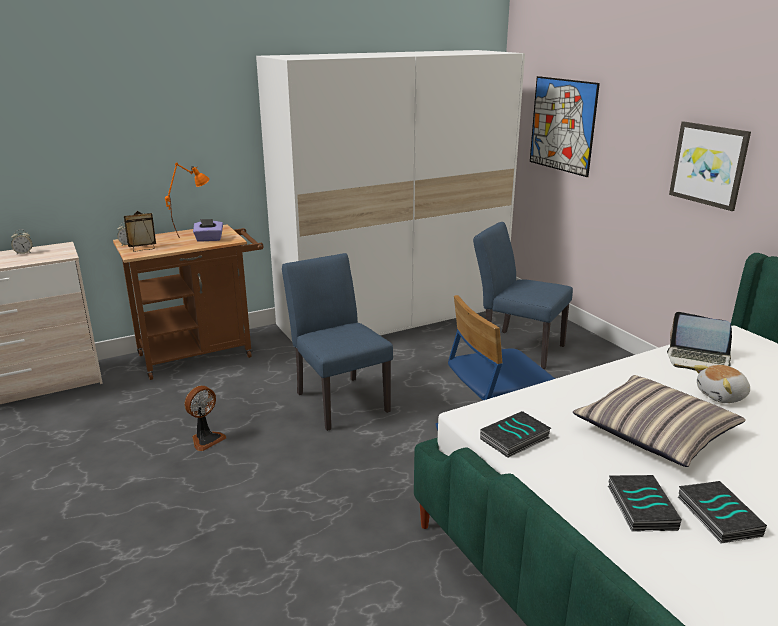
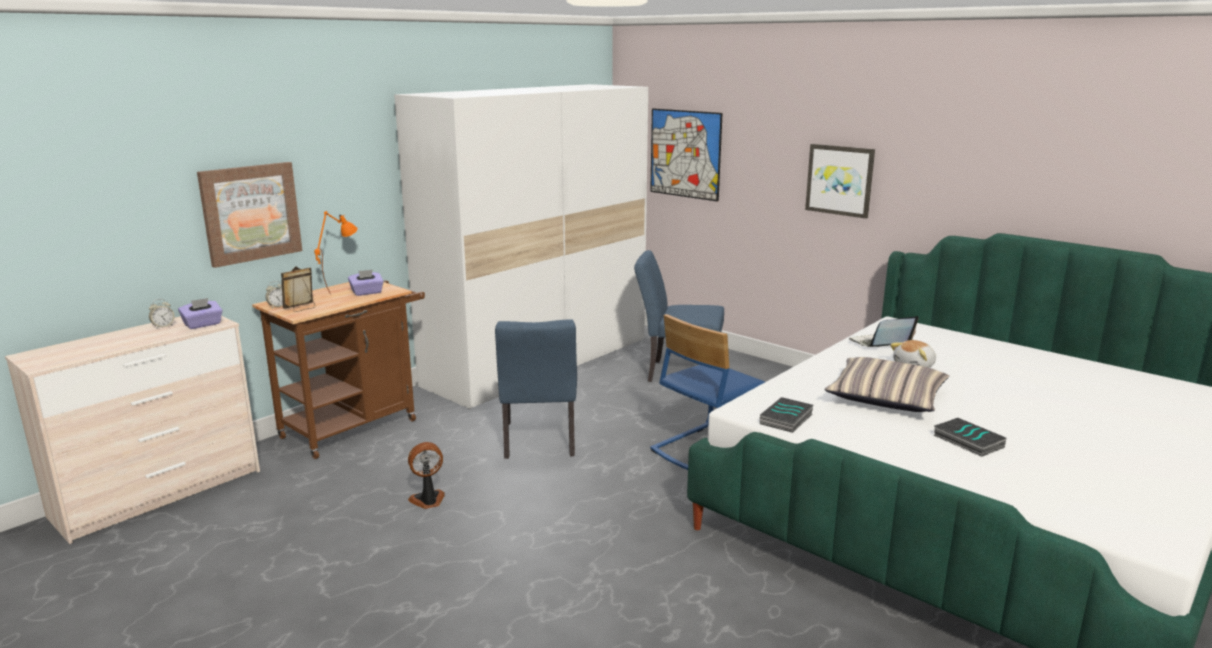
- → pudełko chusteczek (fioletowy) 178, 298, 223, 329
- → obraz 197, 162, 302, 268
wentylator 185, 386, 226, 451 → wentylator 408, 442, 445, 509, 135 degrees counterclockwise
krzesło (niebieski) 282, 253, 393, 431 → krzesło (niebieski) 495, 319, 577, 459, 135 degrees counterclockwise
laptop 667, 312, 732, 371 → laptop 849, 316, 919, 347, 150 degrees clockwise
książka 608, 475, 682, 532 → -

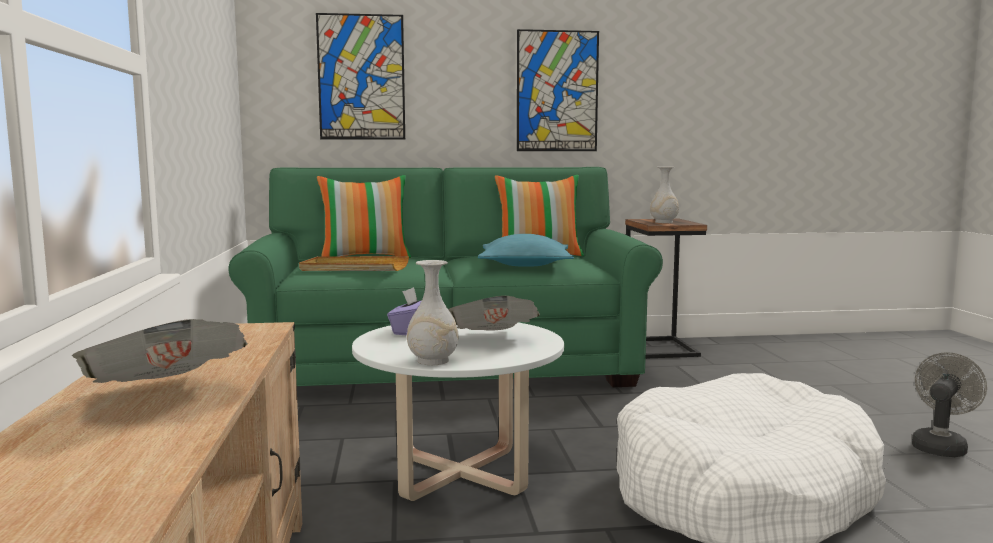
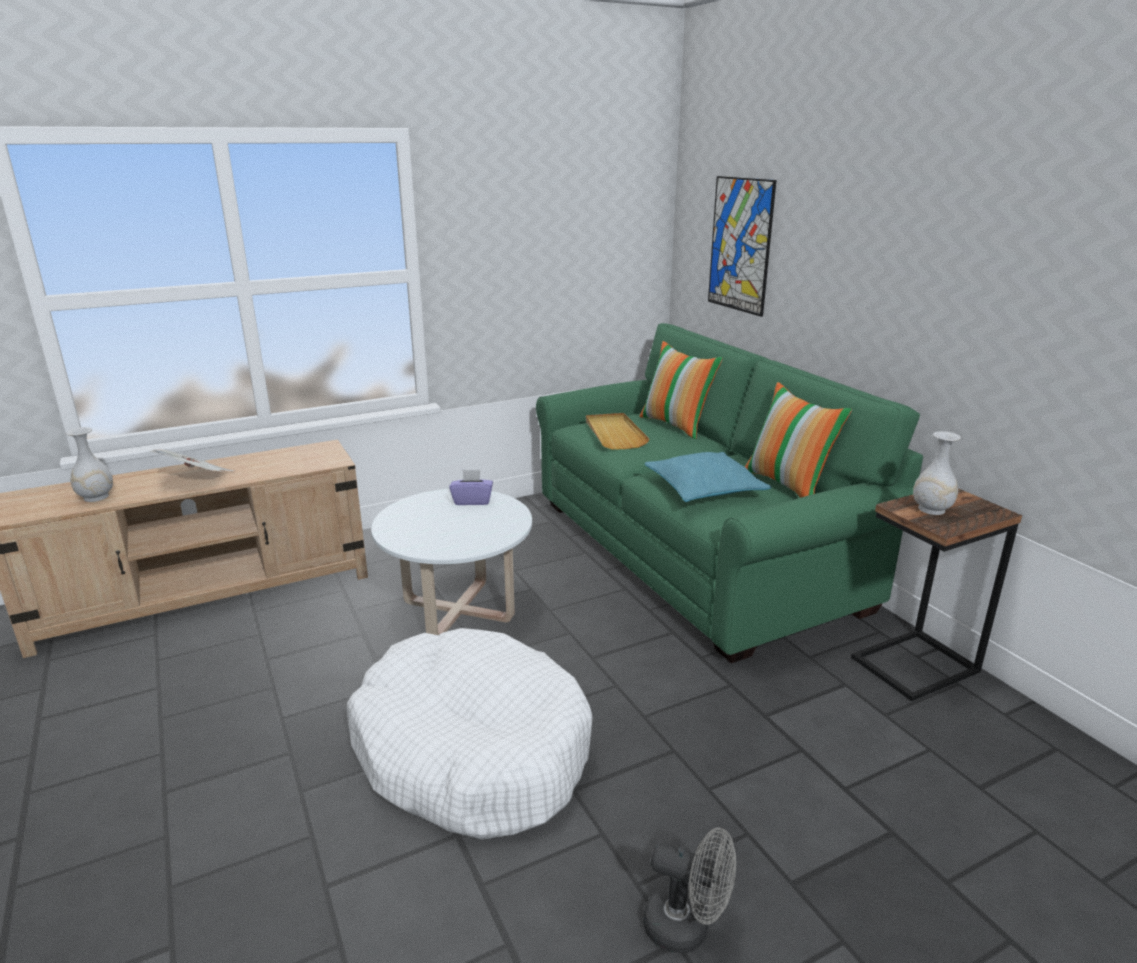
wazon (biały) 407, 260, 458, 365 → wazon (biały) 66, 427, 113, 502, moved
gazeta 448, 296, 540, 331 → -
obraz 517, 29, 599, 151 → -

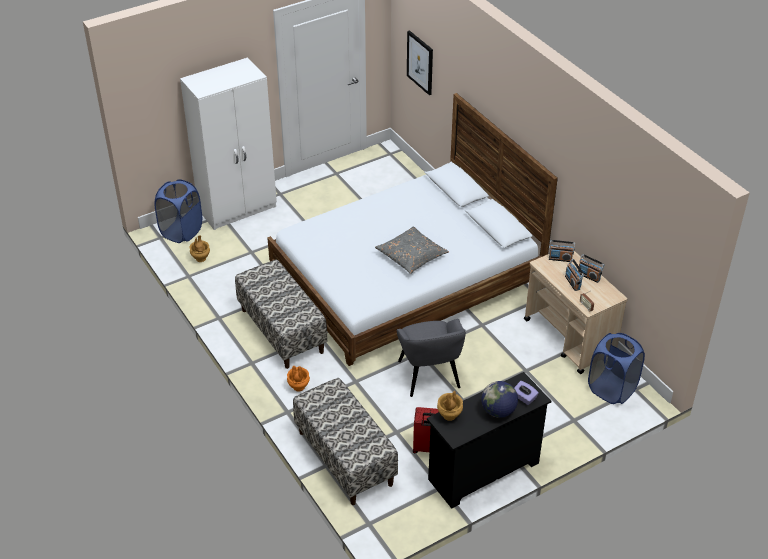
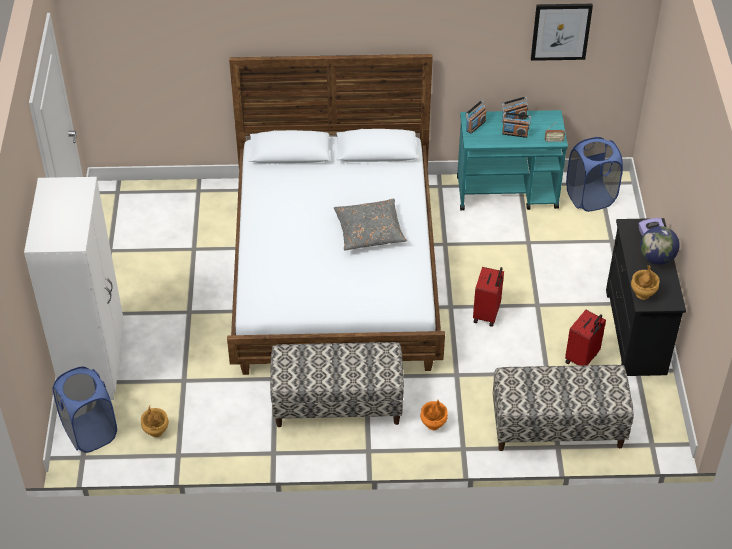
wózek (beżowy) 524, 250, 628, 374 → wózek (turkusowy) 457, 110, 568, 210
fotel (szary) 397, 319, 466, 397 → walizka (czerwony) 473, 267, 504, 327
obraz 407, 30, 433, 95 → obraz 531, 4, 593, 61, moved

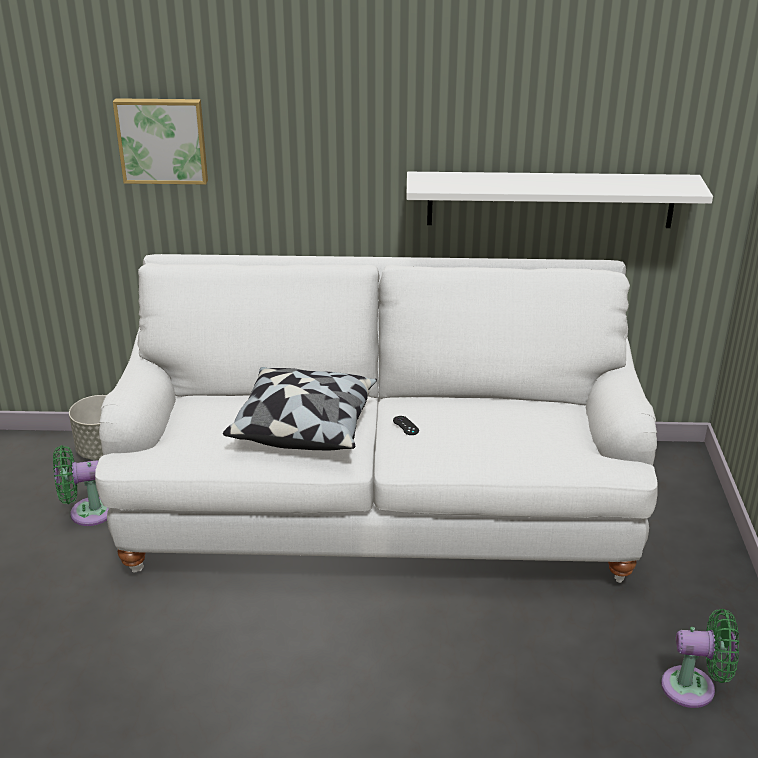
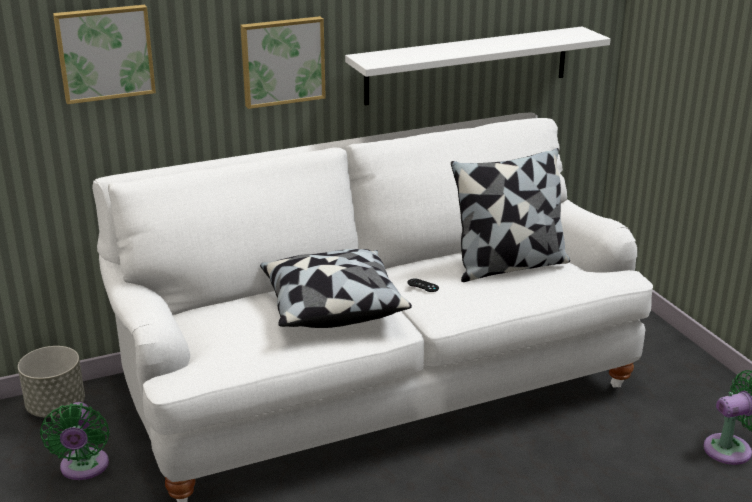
wentylator (zielony) 53, 445, 109, 526 → wentylator (zielony) 40, 402, 109, 480, 60 degrees counterclockwise
- → obraz 240, 16, 326, 109
- → poduszka 451, 148, 570, 282

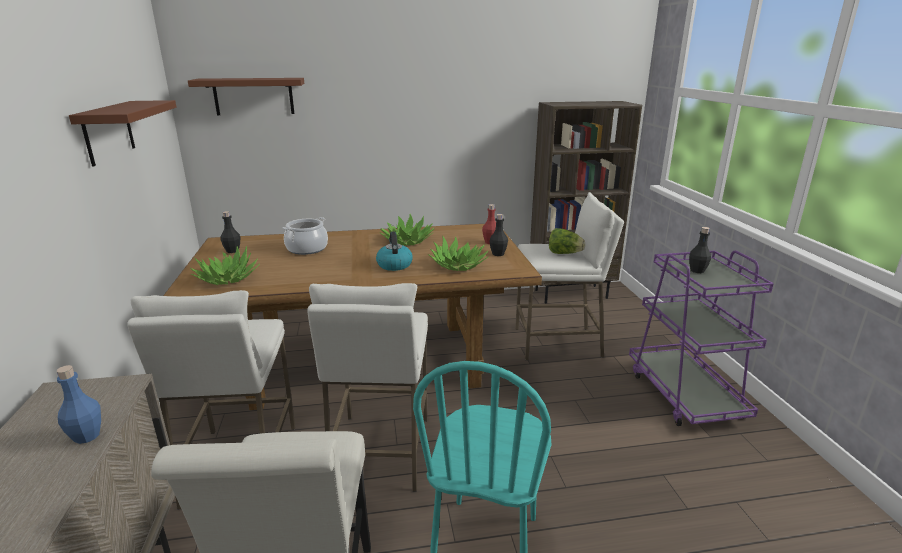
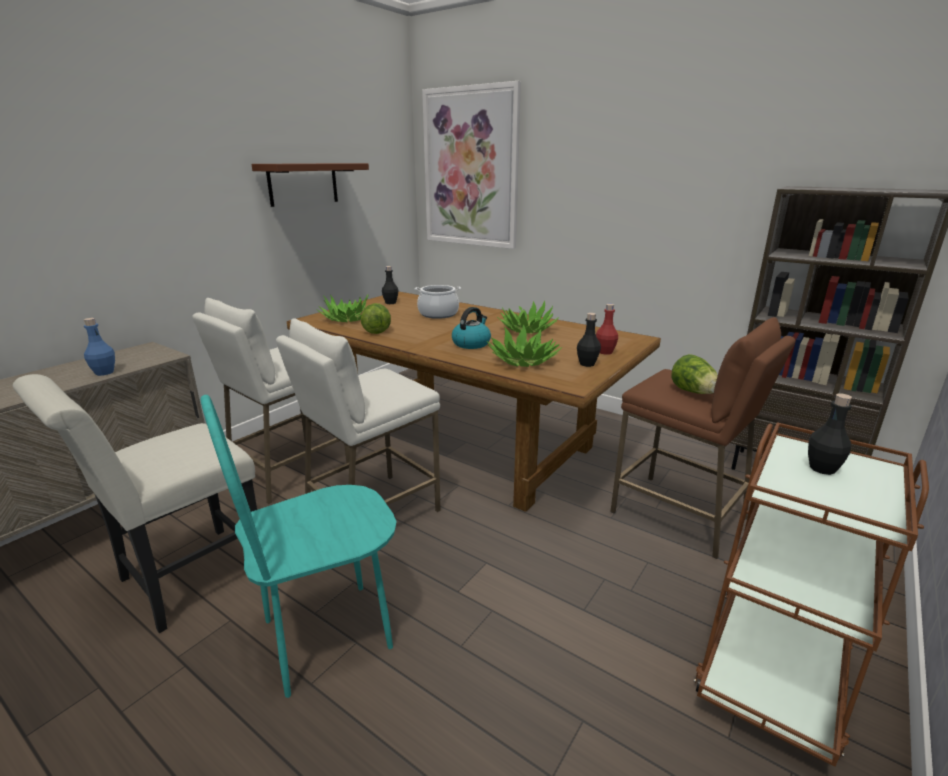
- → sałata 361, 303, 391, 334
półka (brązowy) 188, 78, 304, 115 → obraz 422, 81, 521, 249
stołek (biały) 515, 192, 624, 360 → stołek (brązowy) 610, 317, 795, 559
wózek (fioletowy) 629, 250, 774, 426 → wózek (brązowy) 694, 422, 929, 767

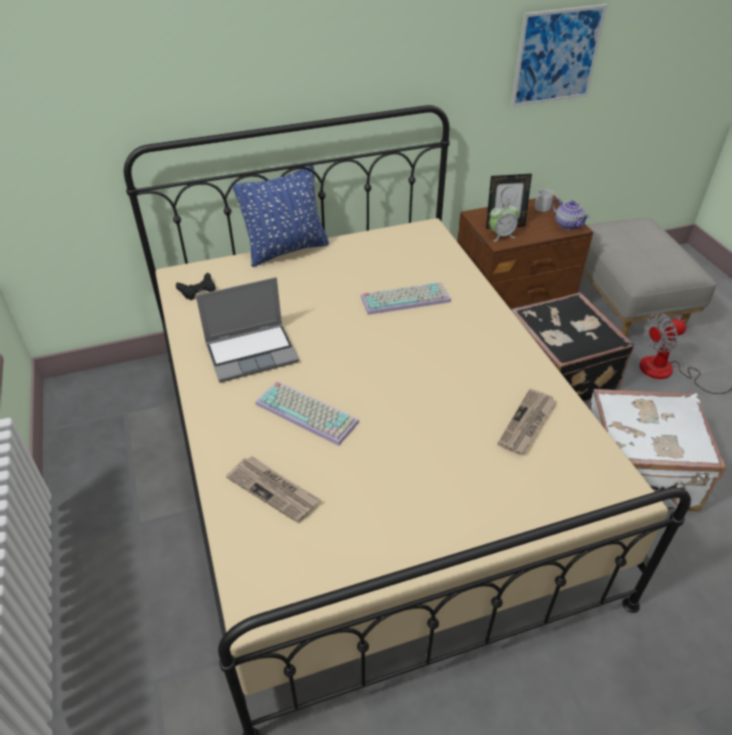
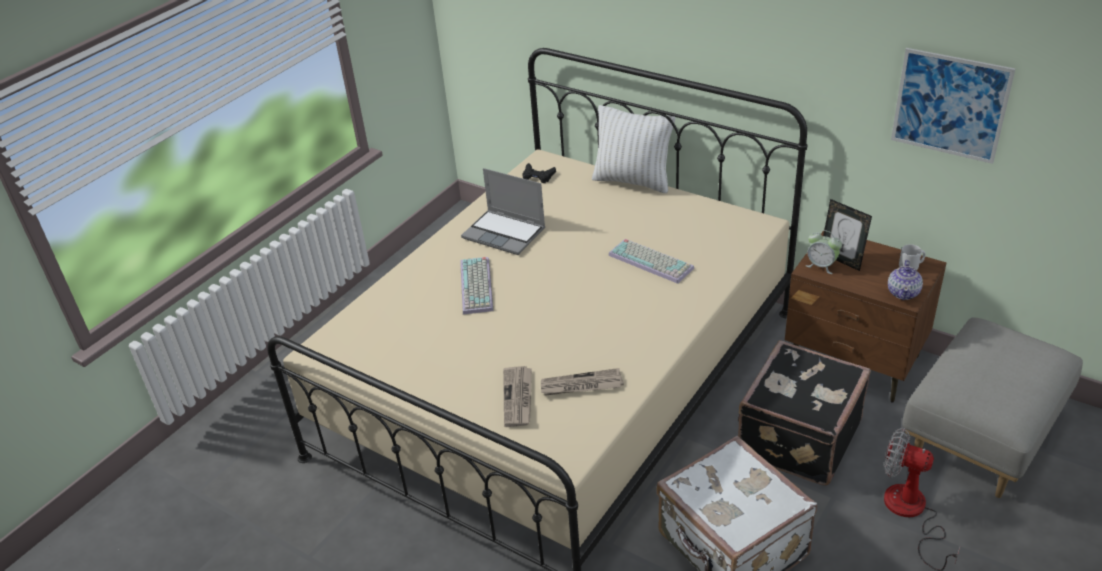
gazeta 226, 456, 320, 523 → gazeta 503, 366, 532, 427, moved
poduszka (niebieski) 233, 165, 329, 267 → poduszka (biały) 592, 105, 675, 193

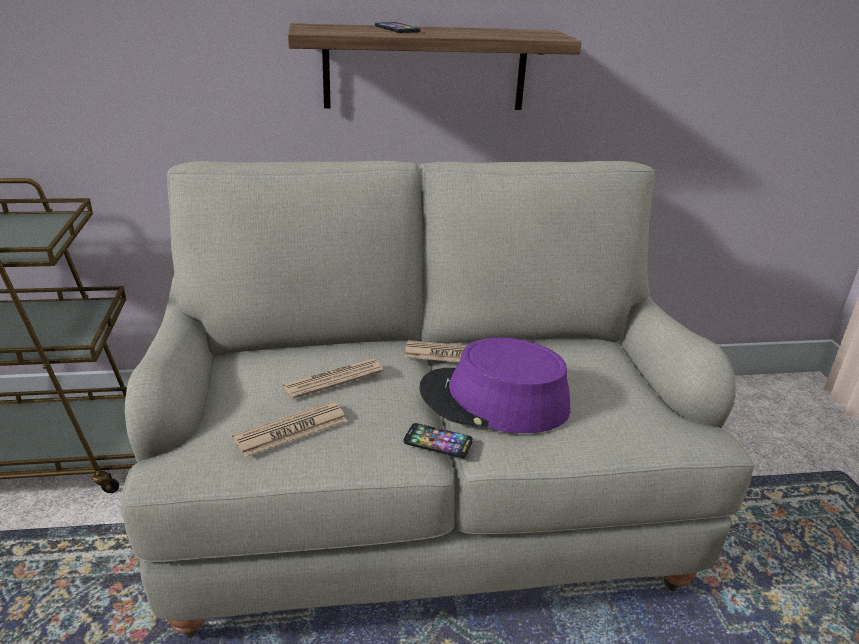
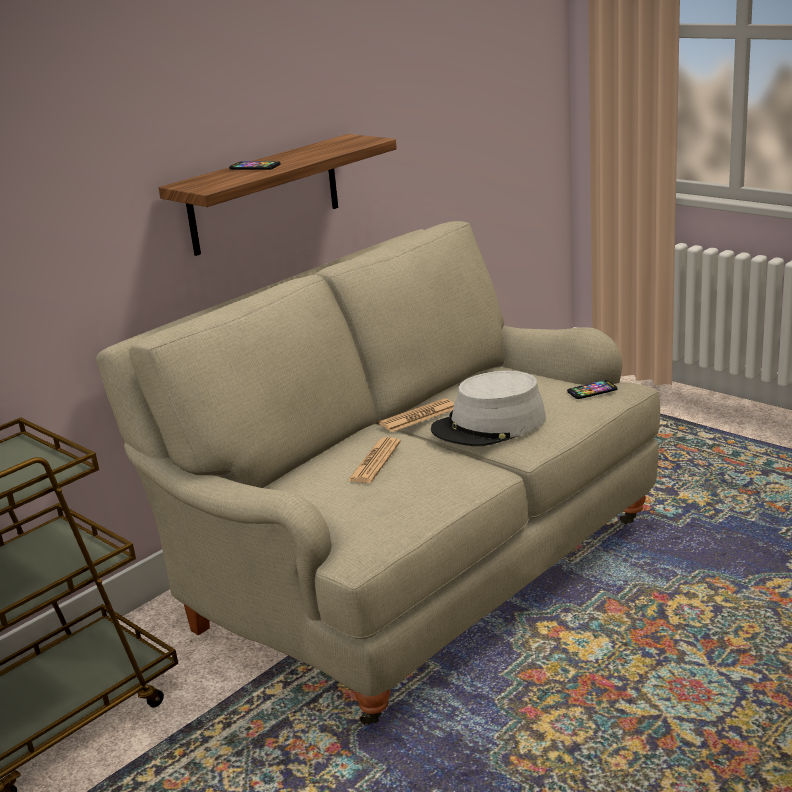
kapelusz (fioletowy) 419, 338, 570, 433 → kapelusz (szary) 431, 371, 546, 446
telefon 403, 423, 473, 458 → telefon 567, 380, 617, 399, moved
gazeta 232, 401, 347, 457 → -

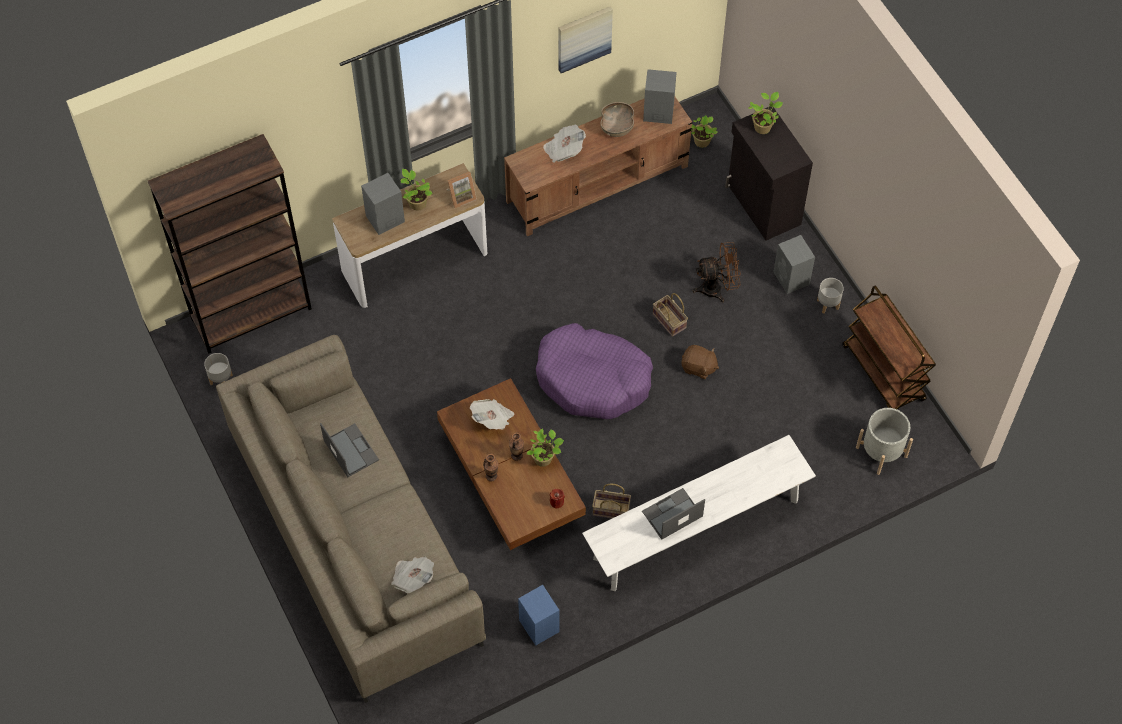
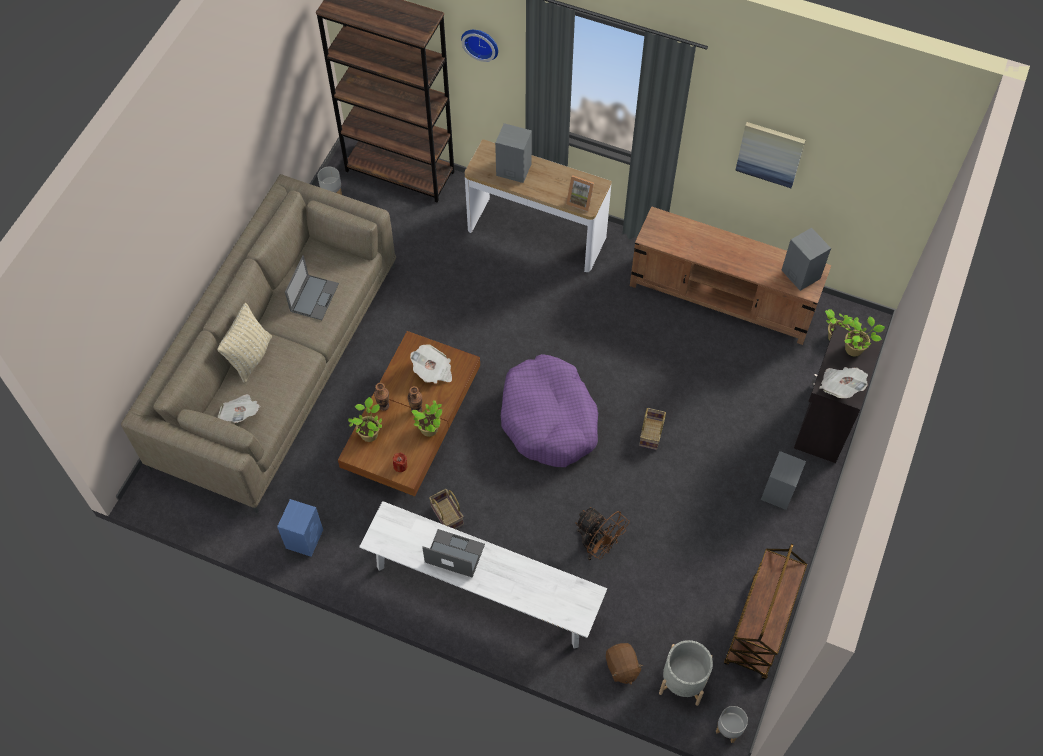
- → poduszka (beżowy) 217, 303, 272, 383
roślina doniczkowa 400, 169, 433, 211 → roślina doniczkowa 348, 397, 382, 442, moved
- → zegar ścienny 461, 30, 498, 62
wentylator (brązowy) 693, 242, 741, 302 → wentylator (brązowy) 575, 507, 629, 560, moved
pluszak (brązowy) 681, 345, 719, 379 → pluszak (brązowy) 606, 643, 643, 685, moved
donica (szary) 817, 278, 844, 314 → donica (szary) 716, 706, 748, 743, moved
gazeta 543, 125, 586, 163 → gazeta 819, 367, 868, 398, moved
miska (brązowy) 600, 102, 634, 137 → -

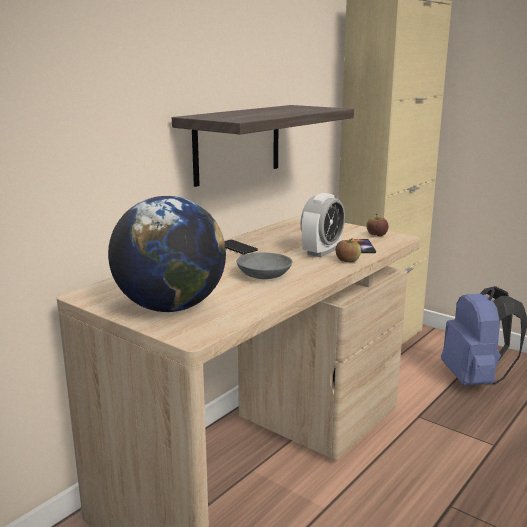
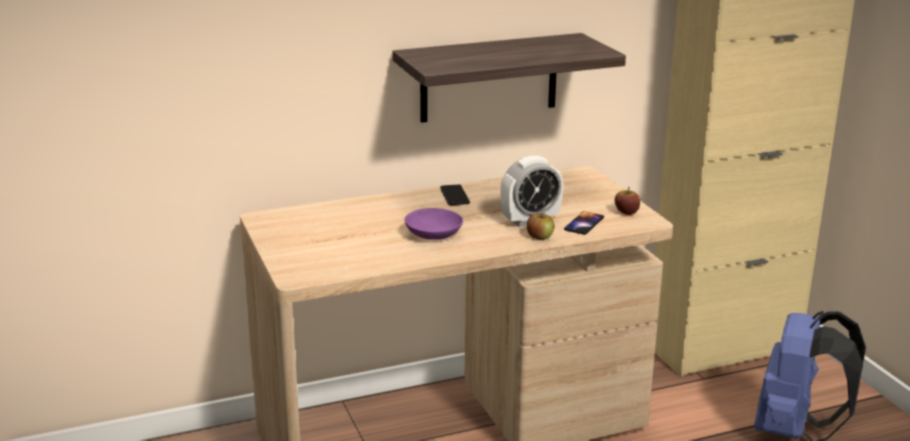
miska (szary) 237, 252, 293, 279 → miska (fioletowy) 404, 208, 463, 240
globus 108, 196, 226, 312 → -

